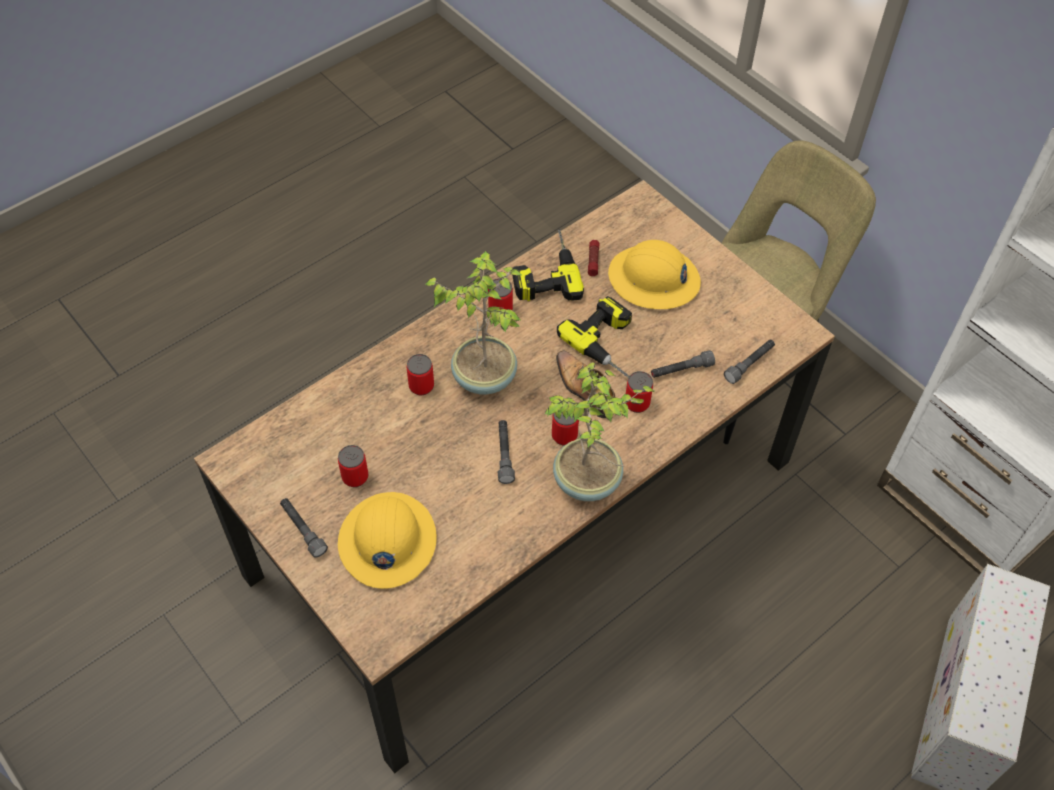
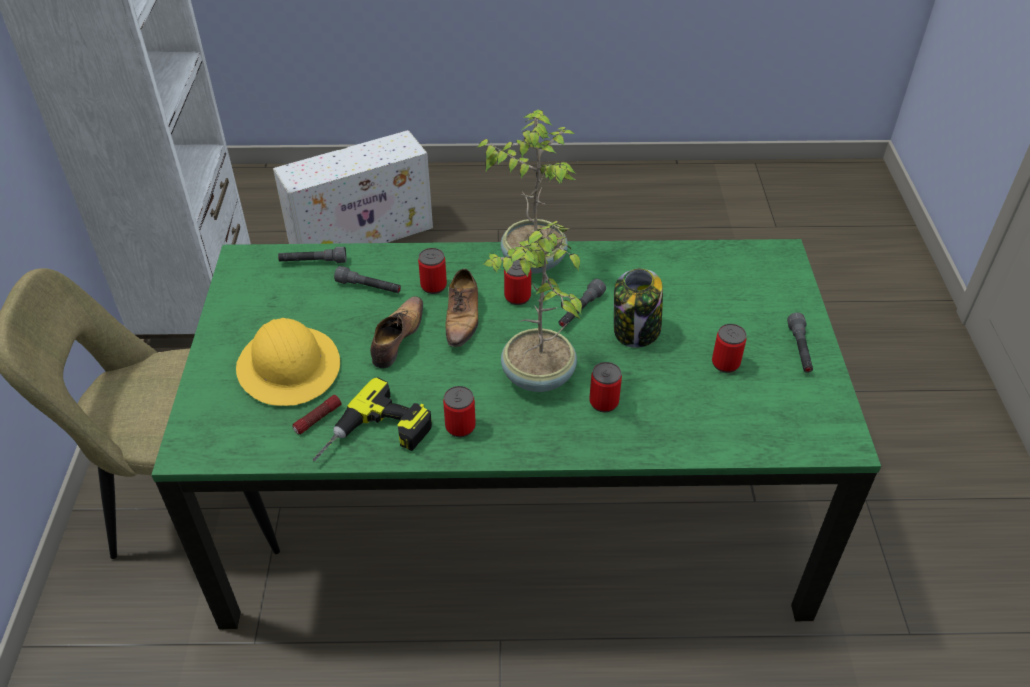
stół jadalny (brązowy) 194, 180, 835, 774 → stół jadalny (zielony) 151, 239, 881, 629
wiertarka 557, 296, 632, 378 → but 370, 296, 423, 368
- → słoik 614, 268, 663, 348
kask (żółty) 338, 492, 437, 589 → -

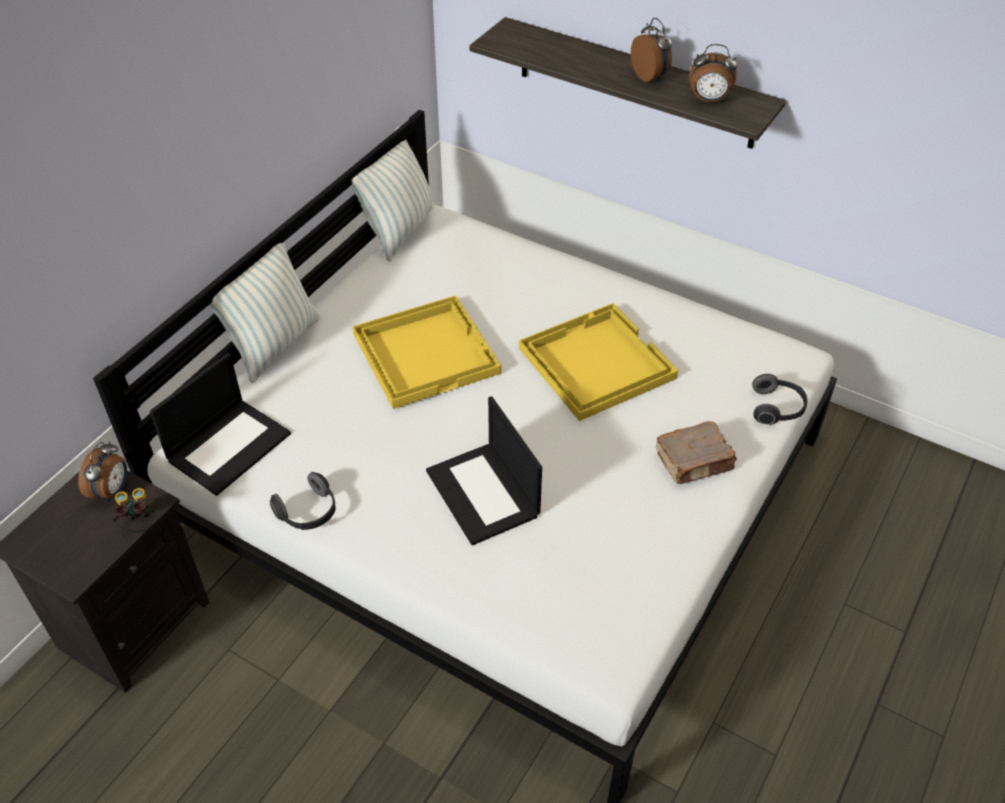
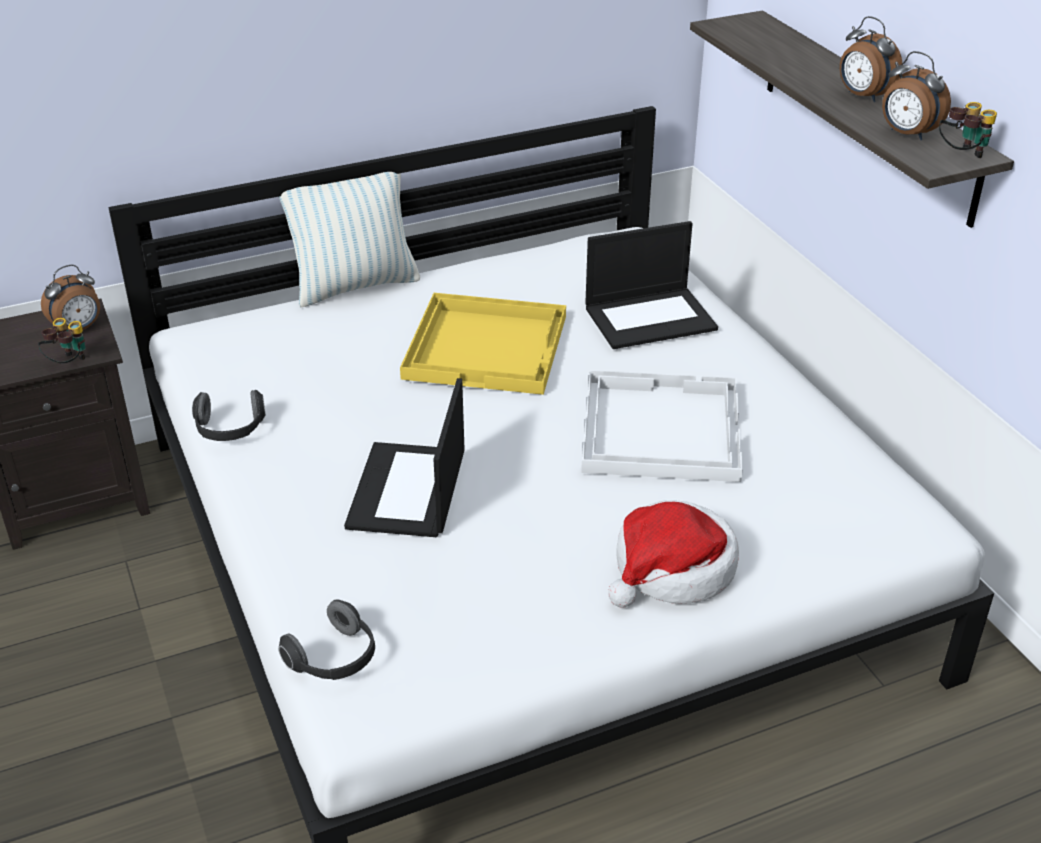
słuchawki 752, 374, 808, 425 → słuchawki 278, 600, 375, 680, moved
taca (żółty) 519, 303, 678, 421 → taca (biały) 581, 370, 743, 482
laptop 150, 353, 291, 496 → laptop 585, 221, 718, 349, moved
książka (brązowy) 656, 421, 737, 484 → kapelusz 608, 500, 739, 608
budzik 631, 18, 672, 82 → budzik 840, 16, 902, 102, 135 degrees clockwise
- → lornetka 939, 102, 997, 158
poduszka 352, 126, 434, 262 → -

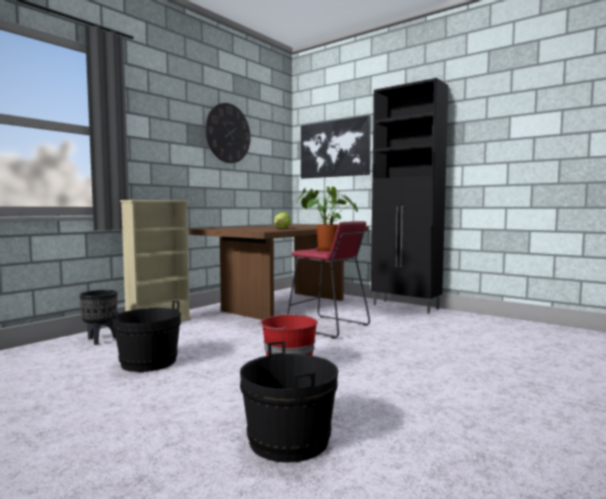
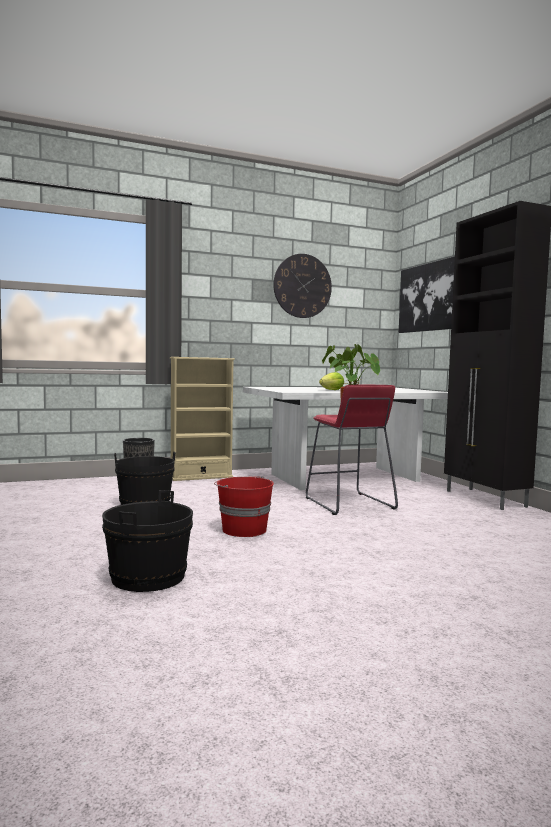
stół jadalny (brązowy) 188, 224, 369, 320 → stół jadalny (biały) 243, 387, 448, 490

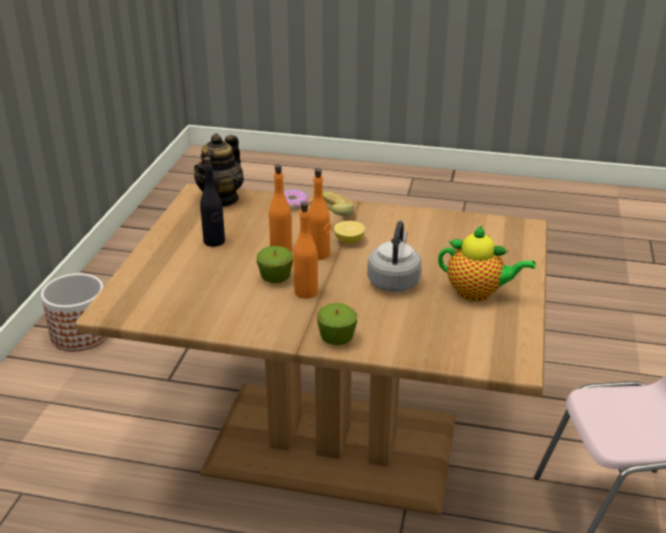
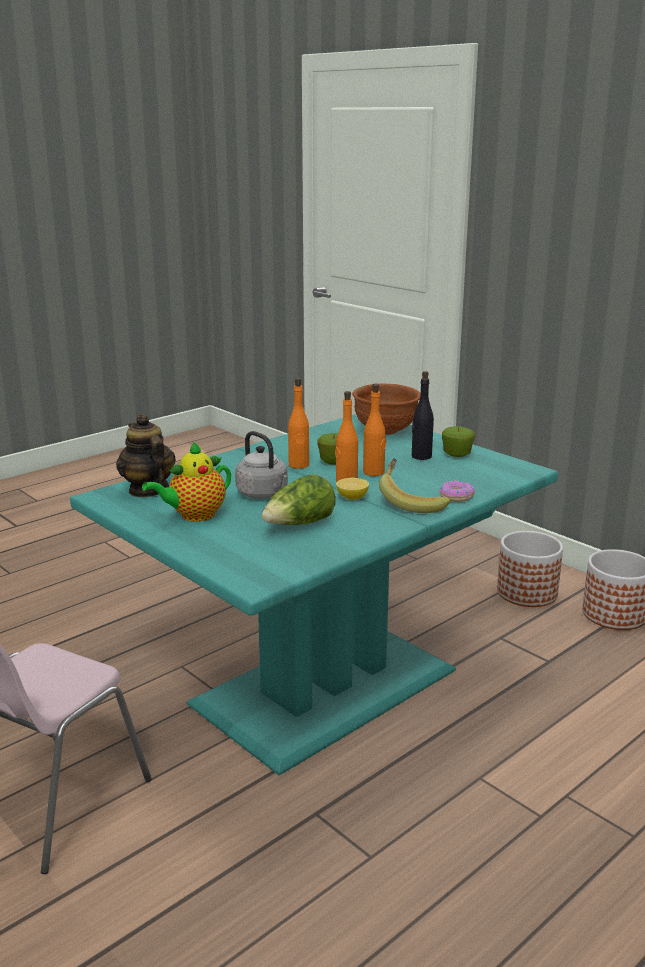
stół jadalny (brązowy) 75, 184, 548, 516 → stół jadalny (turkusowy) 70, 414, 558, 775
imbryk 194, 133, 244, 207 → imbryk 116, 414, 176, 497, moved
- → sałata 262, 474, 336, 525
- → miska (brązowy) 352, 383, 421, 435
jabłko 317, 303, 357, 345 → jabłko 442, 426, 475, 457, moved
- → donica 497, 531, 563, 607

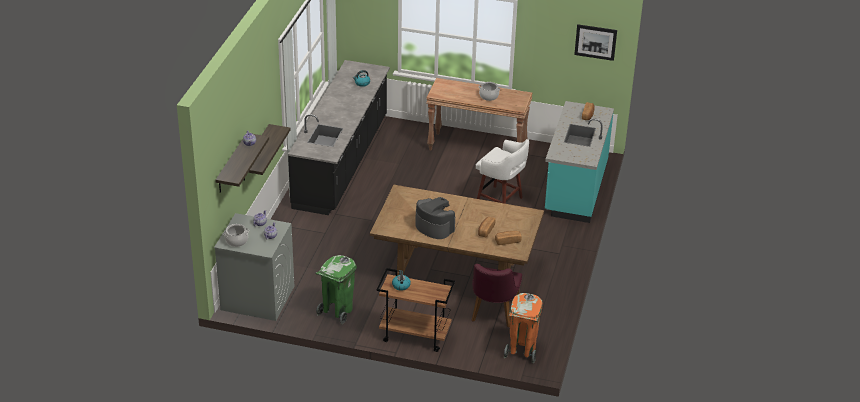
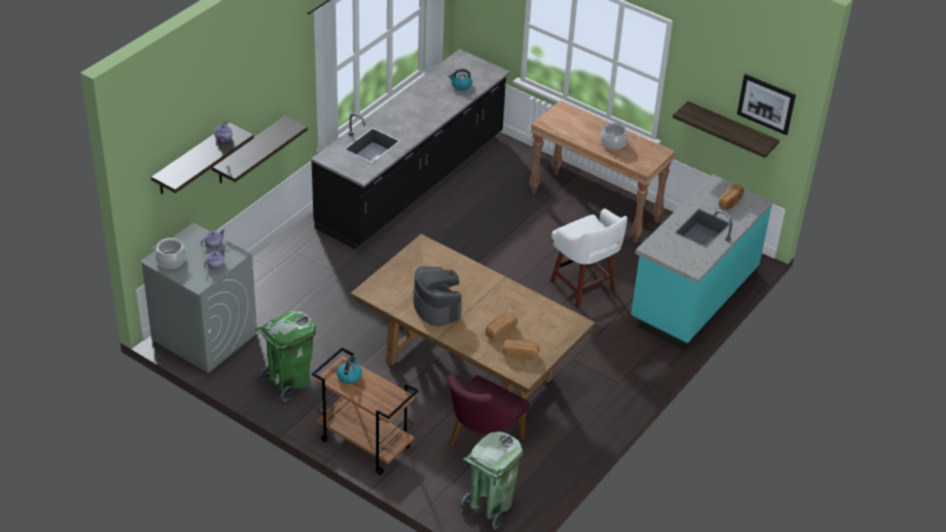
kosz na śmieci (pomarańczowy) 504, 293, 543, 363 → kosz na śmieci (zielony) 460, 432, 523, 529
- → półka 672, 101, 780, 158

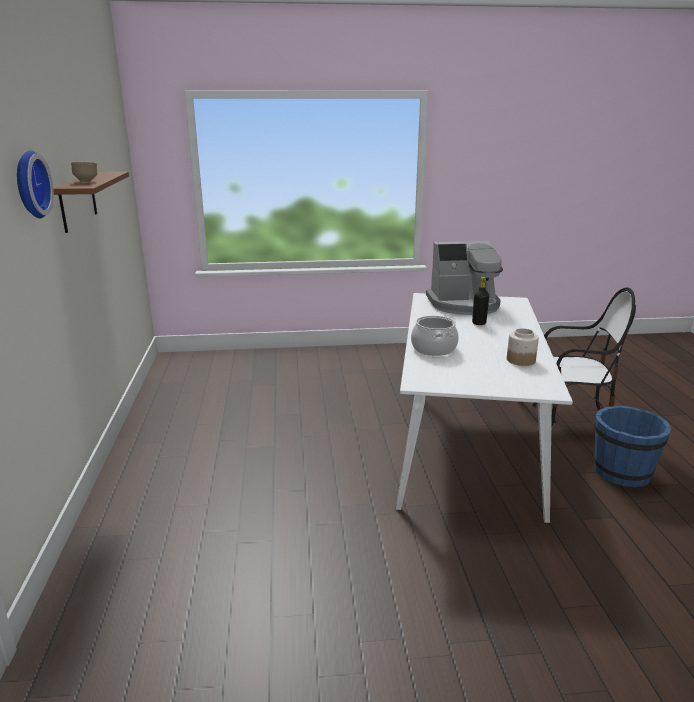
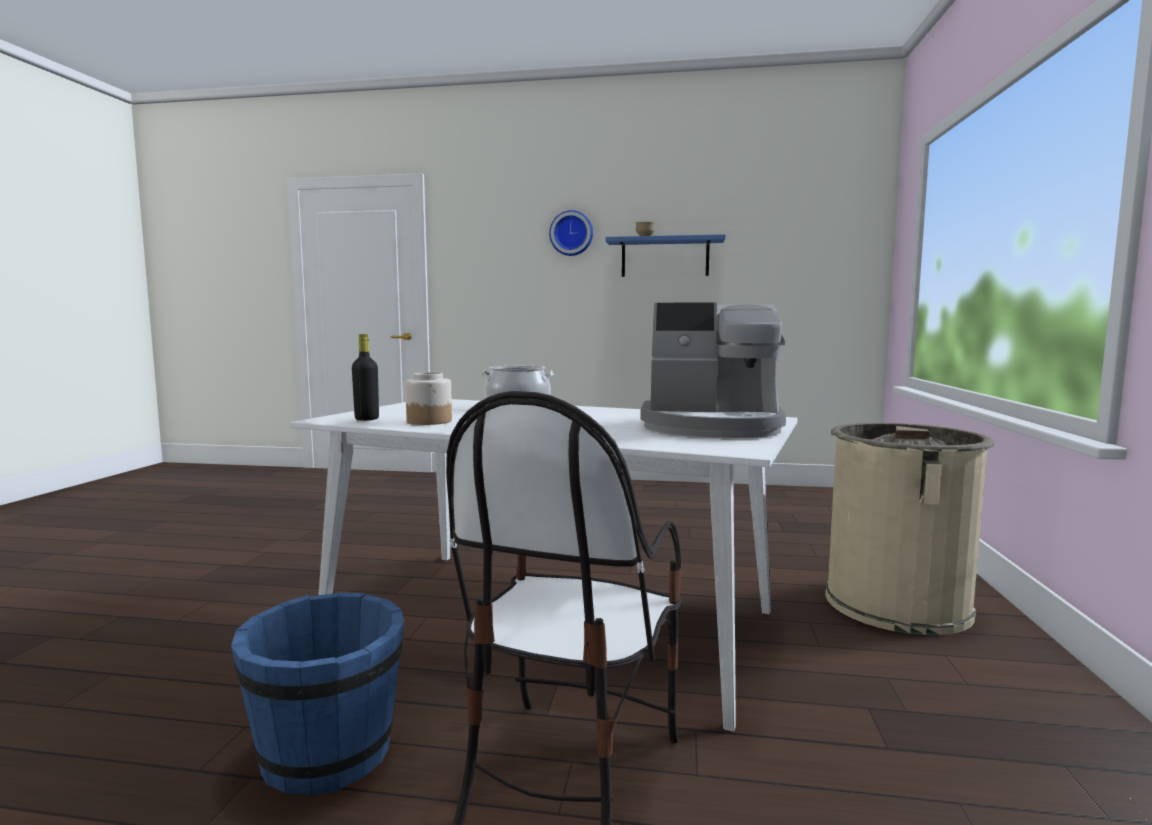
butelka (czarny) 472, 277, 489, 325 → butelka (czarny) 352, 334, 379, 421, moved
półka (brązowy) 53, 172, 129, 233 → półka (niebieski) 605, 234, 726, 277
ekspres do kawy 426, 241, 503, 315 → ekspres do kawy 641, 302, 786, 438, 90 degrees counterclockwise
- → kosz na śmieci (beżowy) 825, 423, 994, 635

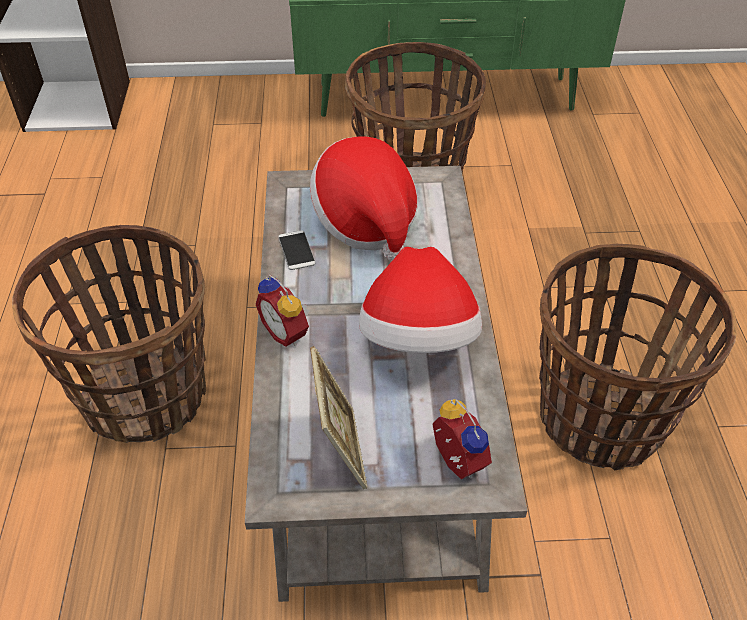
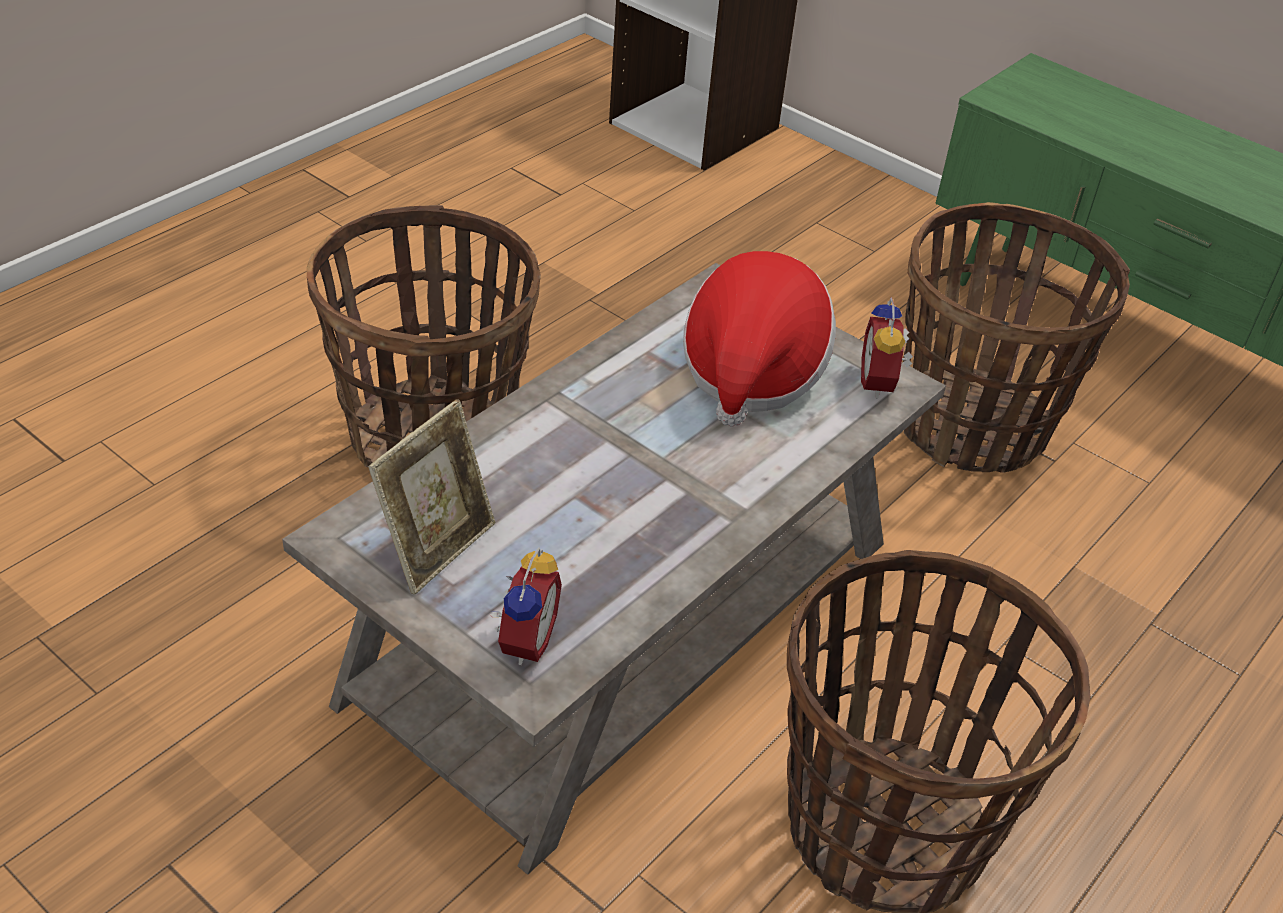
budzik 256, 275, 309, 346 → budzik 861, 297, 913, 398, moved
telefon 278, 230, 315, 270 → -
kapelusz 359, 247, 482, 353 → -

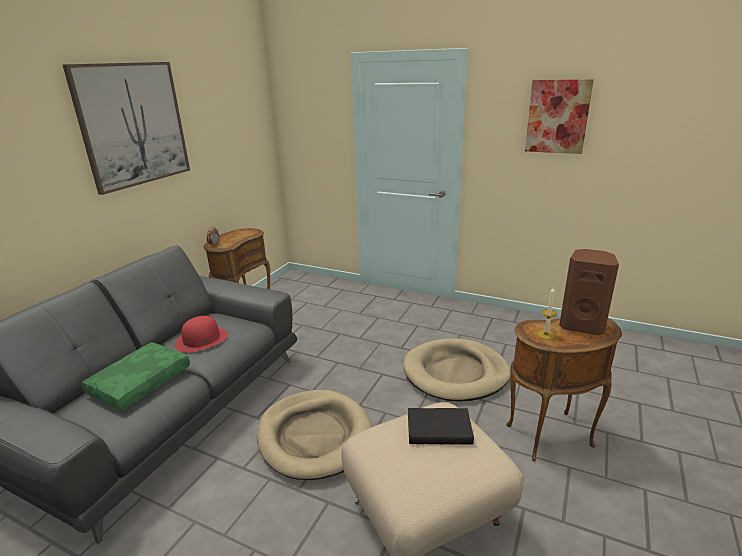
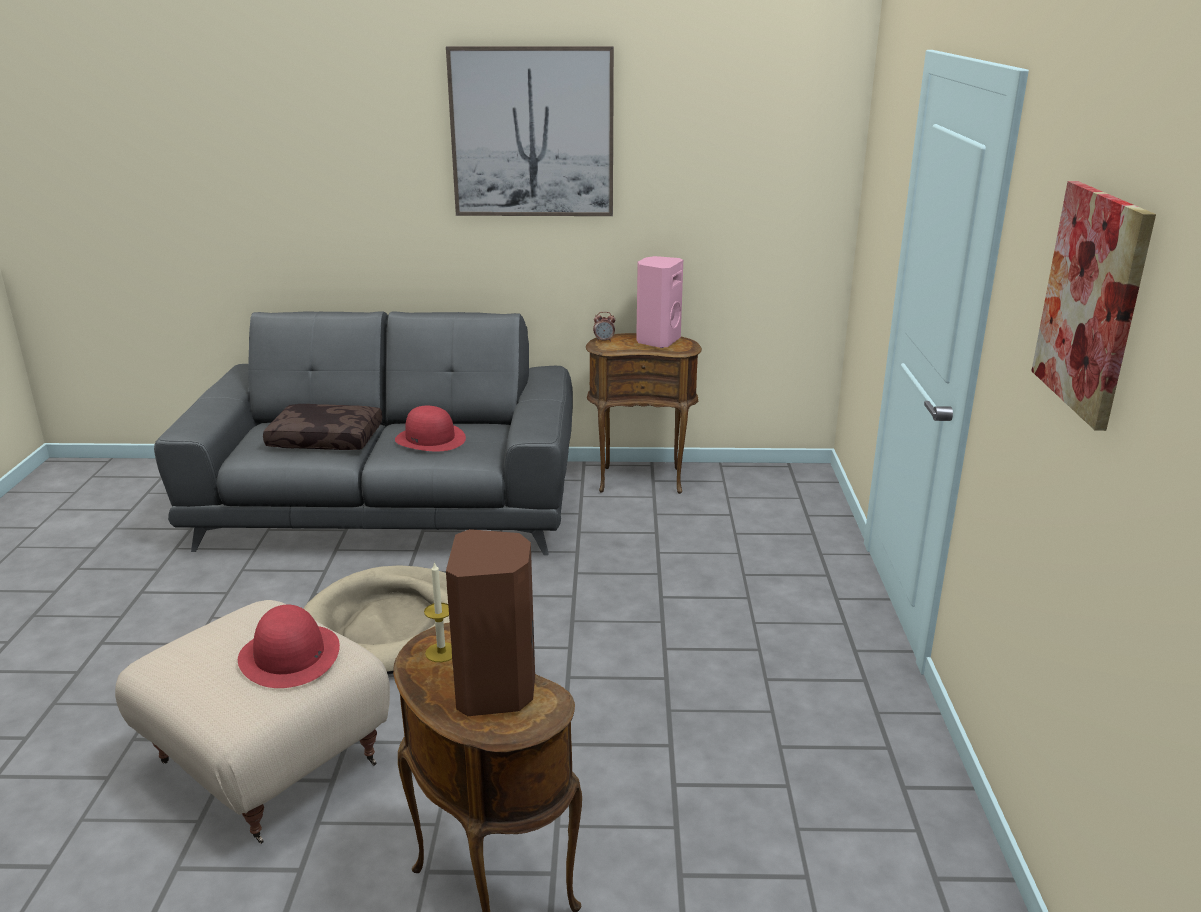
książka (czarny) 408, 408, 474, 445 → kapelusz (czerwony) 238, 605, 340, 688
poduszka (zielony) 81, 342, 190, 411 → poduszka (brązowy) 263, 404, 382, 450
- → głośnik (różowy) 636, 256, 683, 348
legowisko (beżowy) 403, 338, 510, 402 → -

